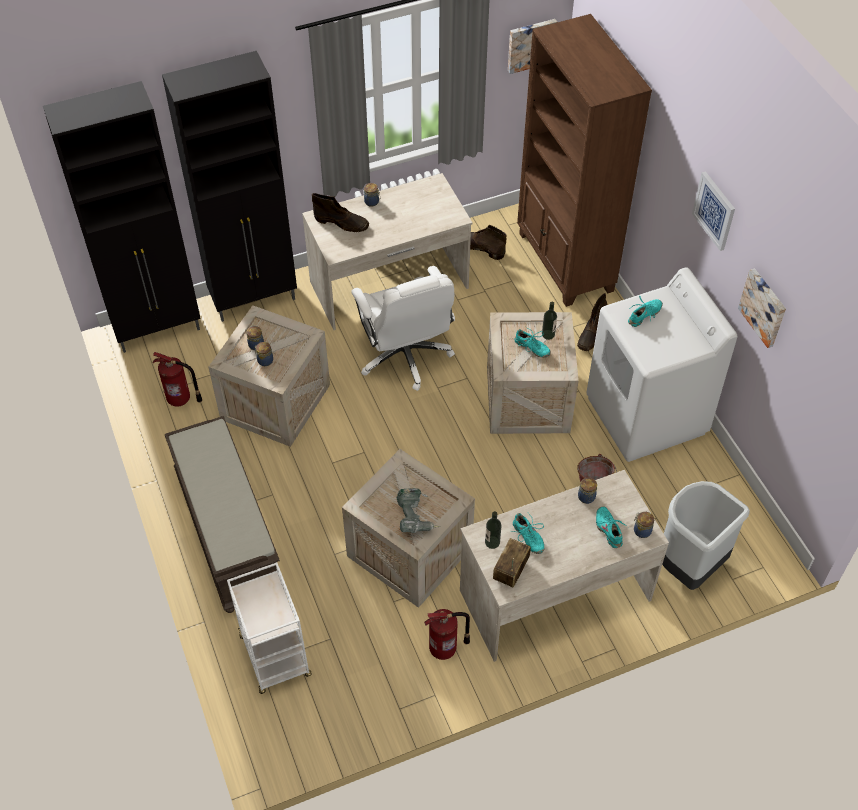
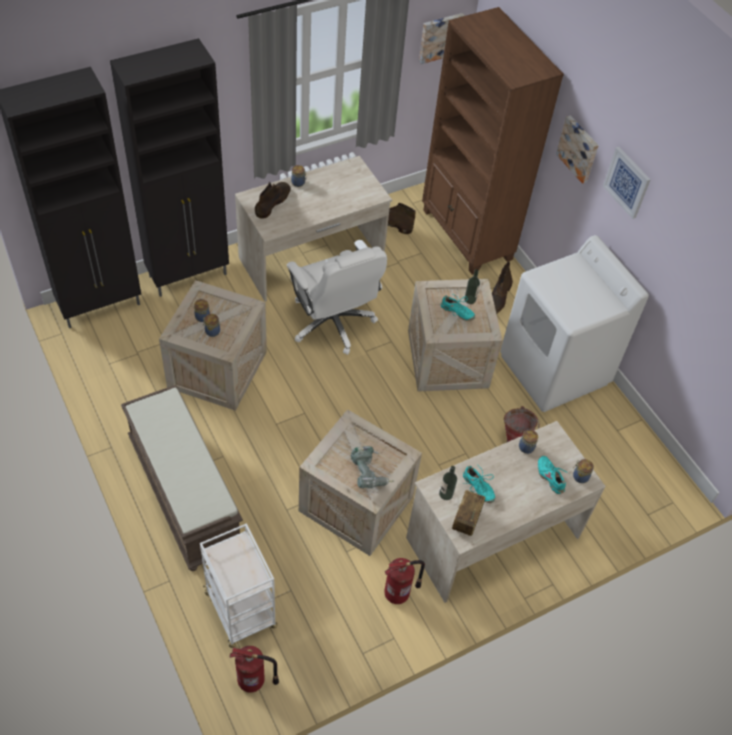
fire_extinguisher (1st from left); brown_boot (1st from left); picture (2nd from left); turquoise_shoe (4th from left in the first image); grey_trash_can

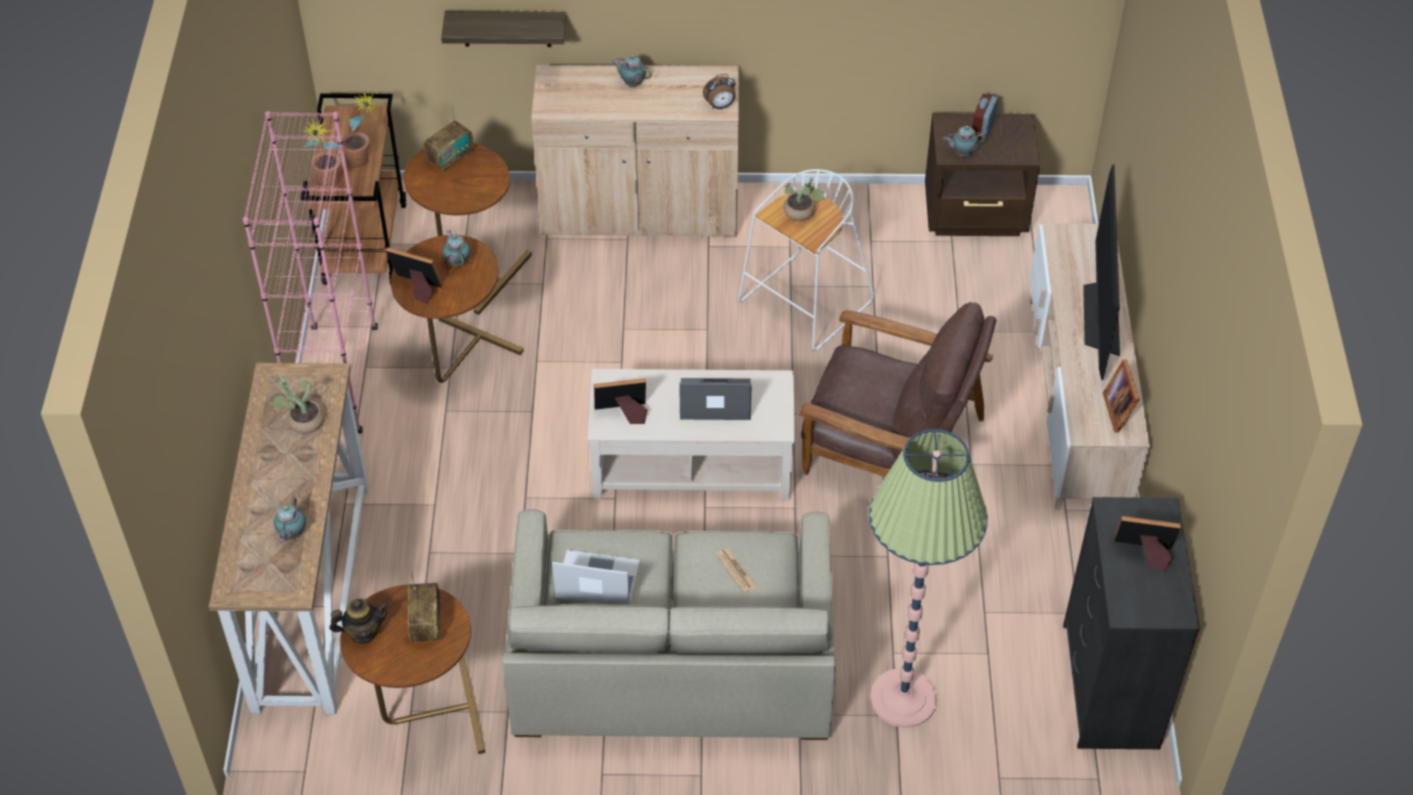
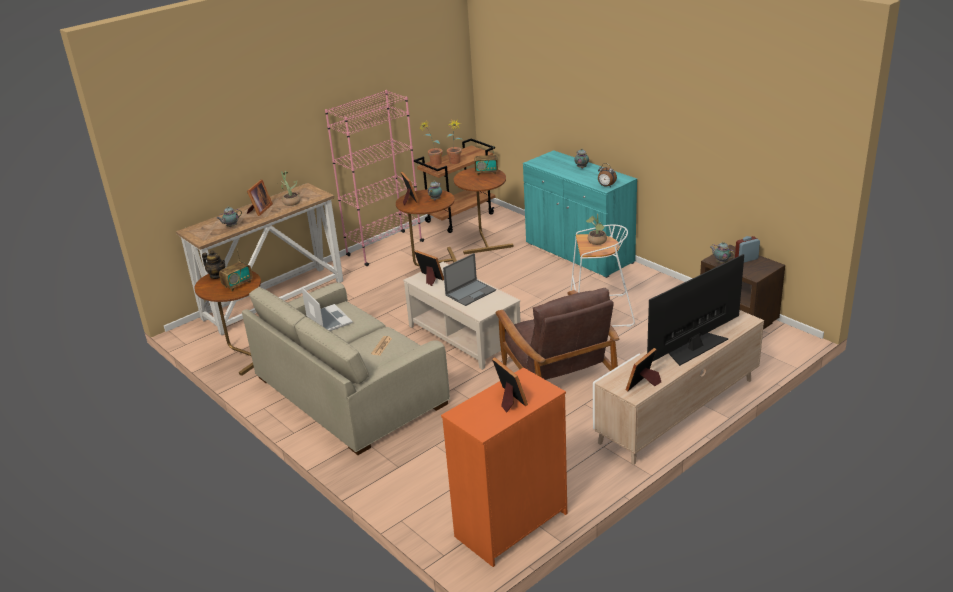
picture_frame (1st from left); orange_dresser; laptop (2nd from left); turquoise_cabinet; shelf; floor_lamp

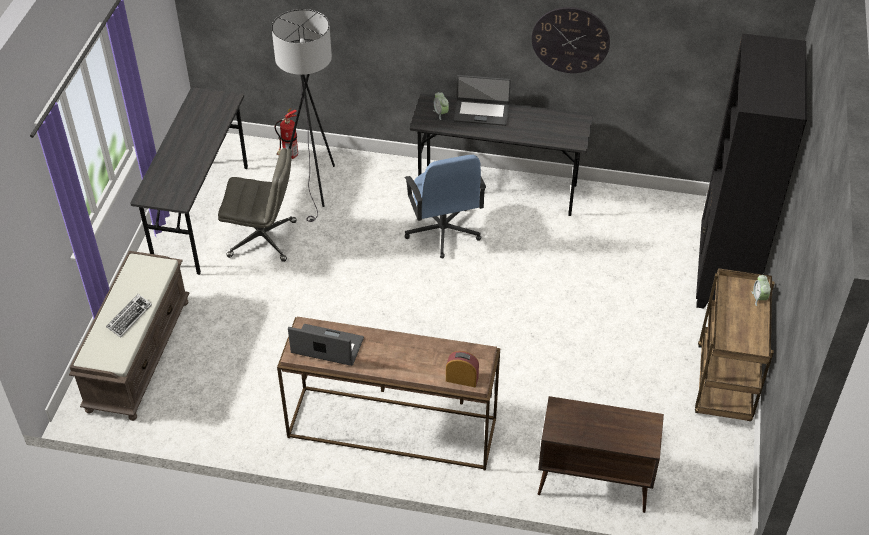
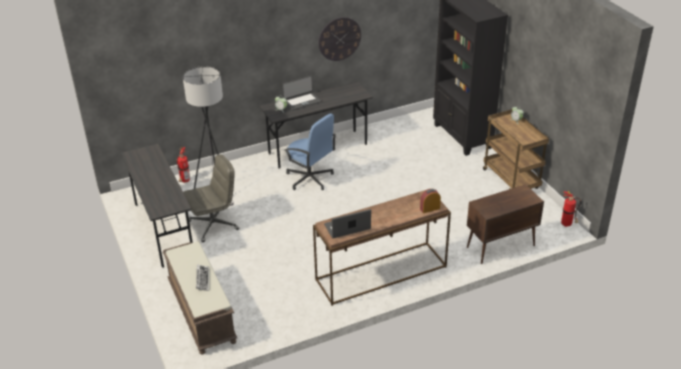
fire_extinguisher (2nd from left)

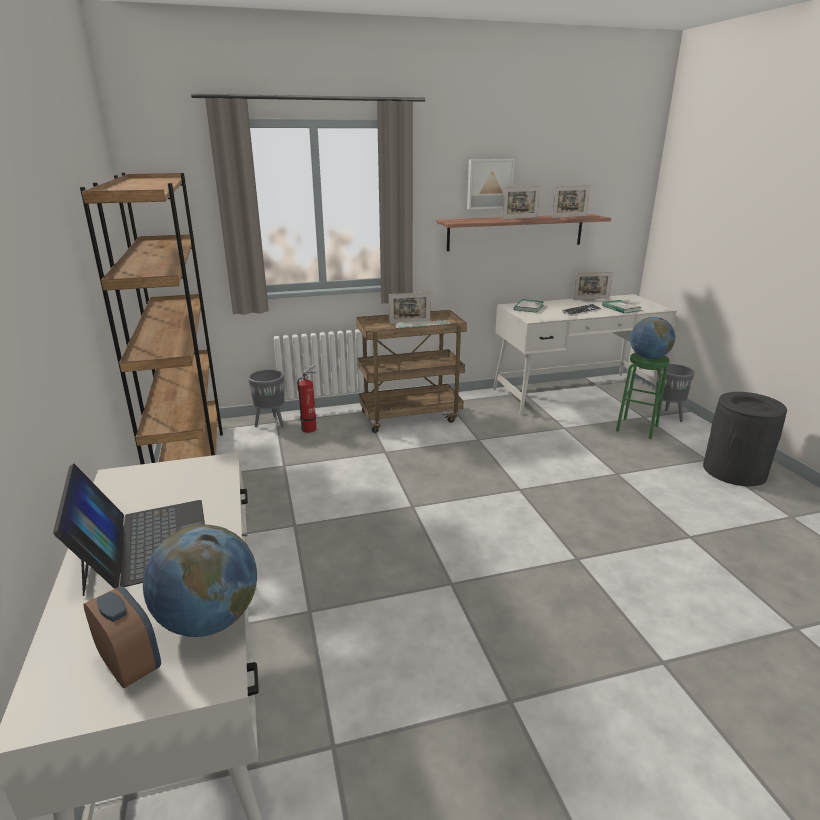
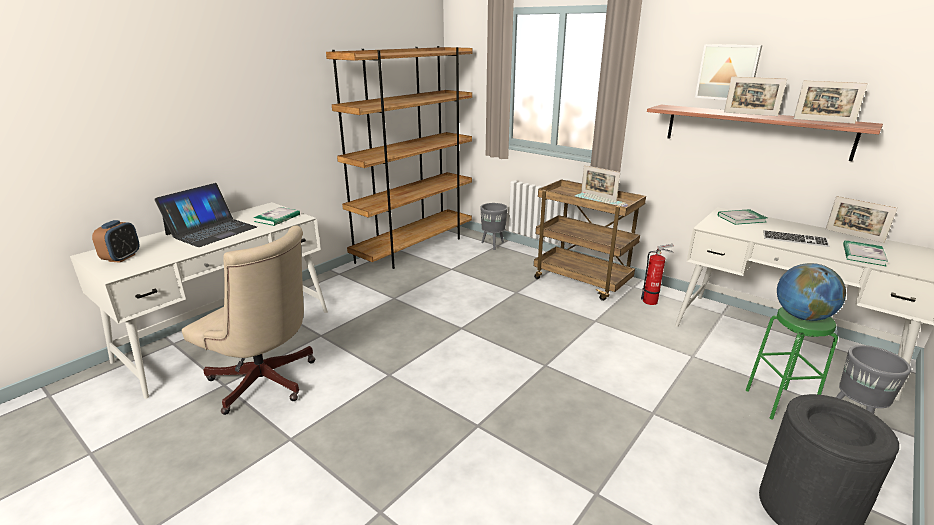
beige_office_chair; book (1st from left); fire_extinguisher; globe (1st from left in the first image)

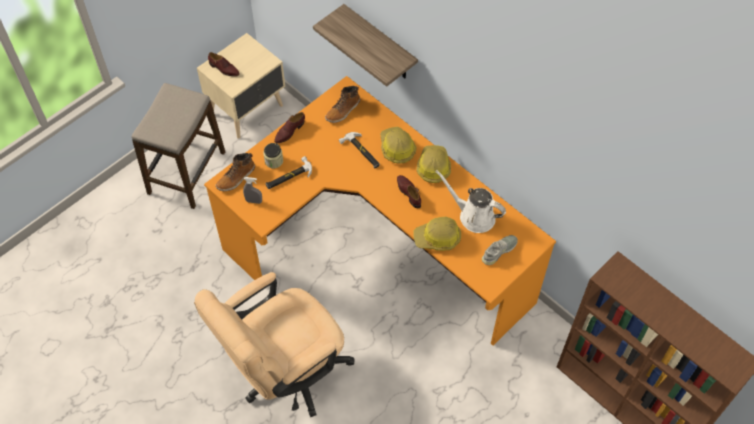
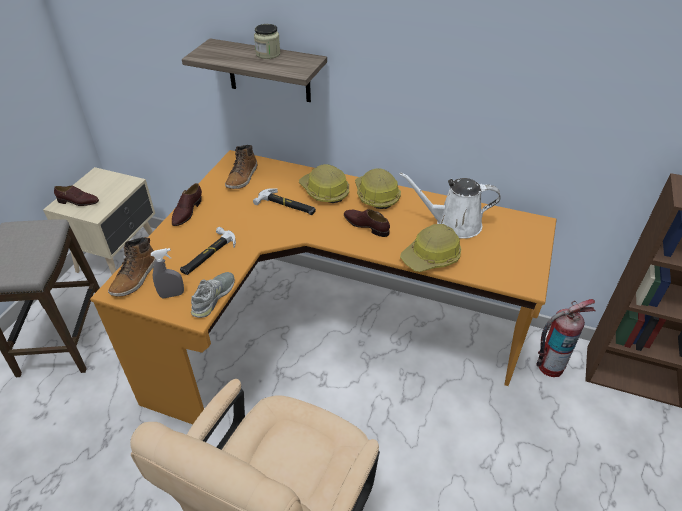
grey_shoe; jar; fire_extinguisher

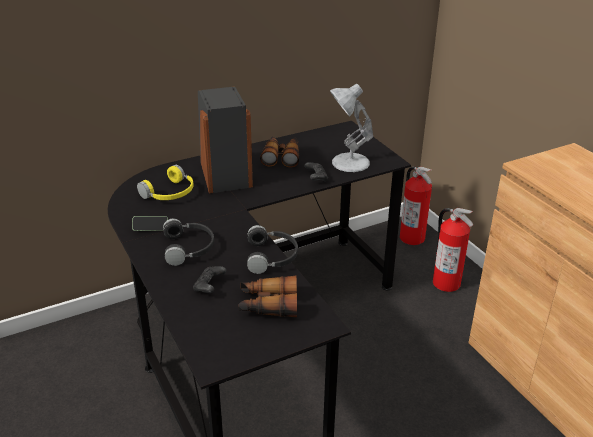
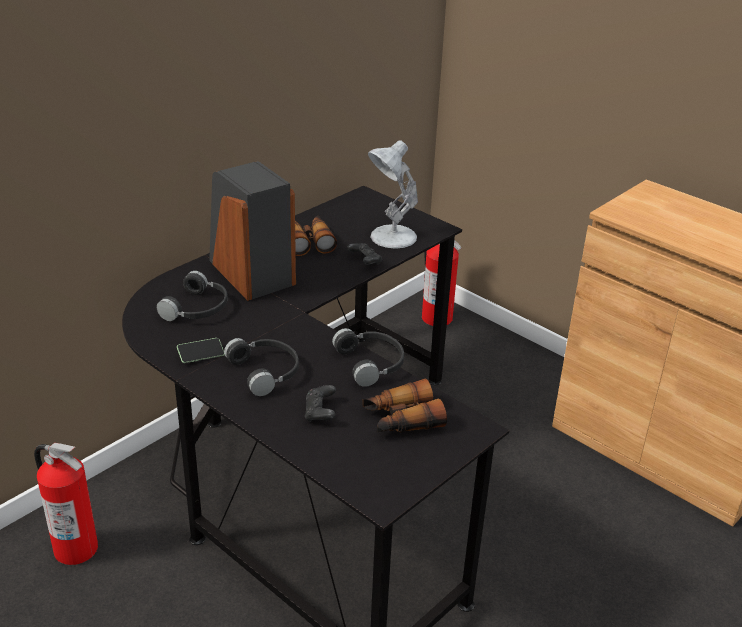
fire_extinguisher (1st from left); black_headphones (1st from left)

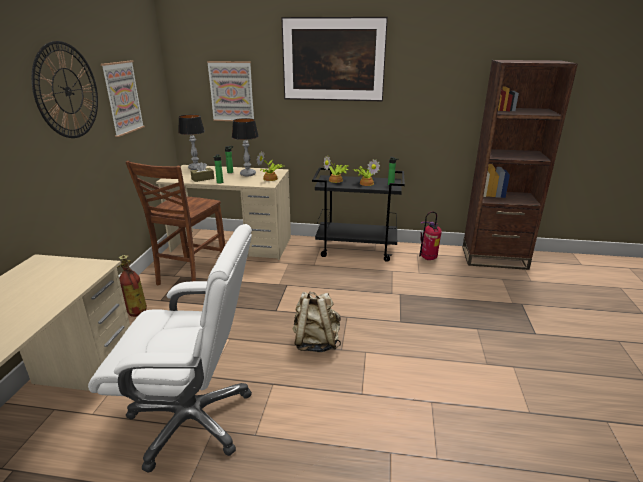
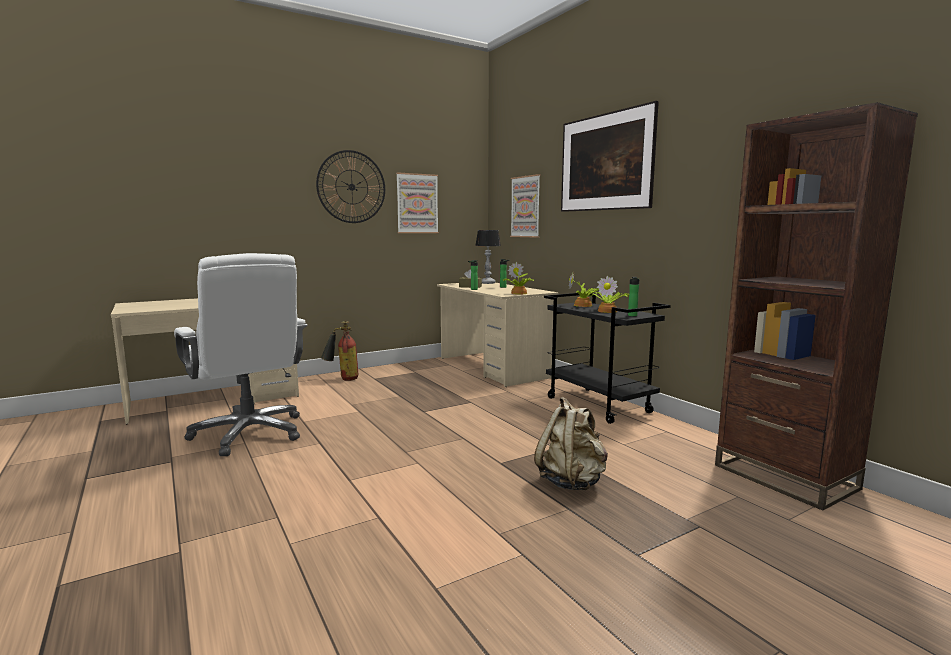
beige_backpack; brown_chair; table_lamp (2nd from left in the first image); fire_extinguisher (2nd from left in the first image)

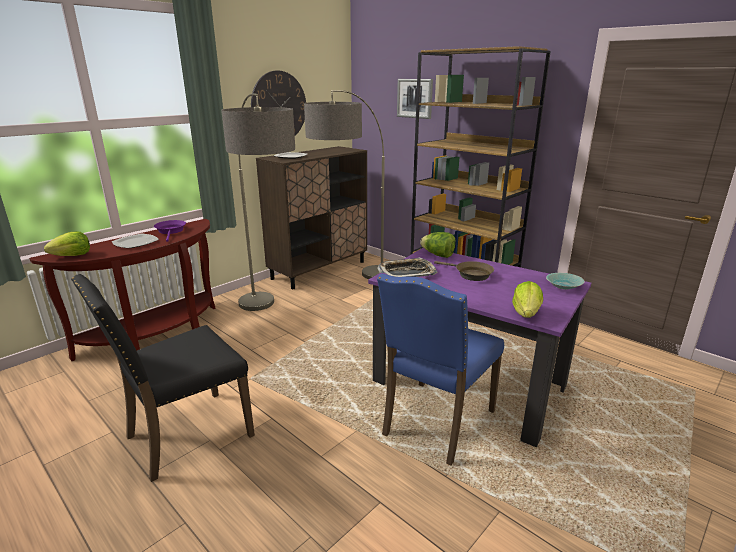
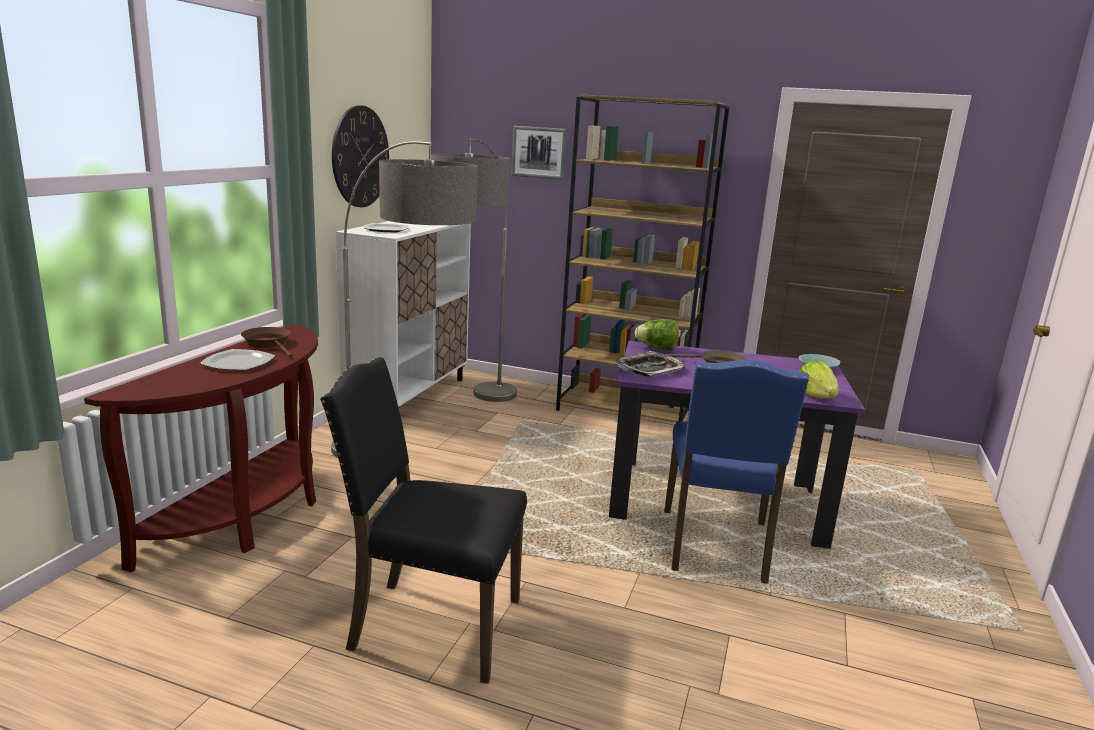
brown_frying_pan (1st from left); black_chair; white_cabinet; lettuce (1st from left in the first image)

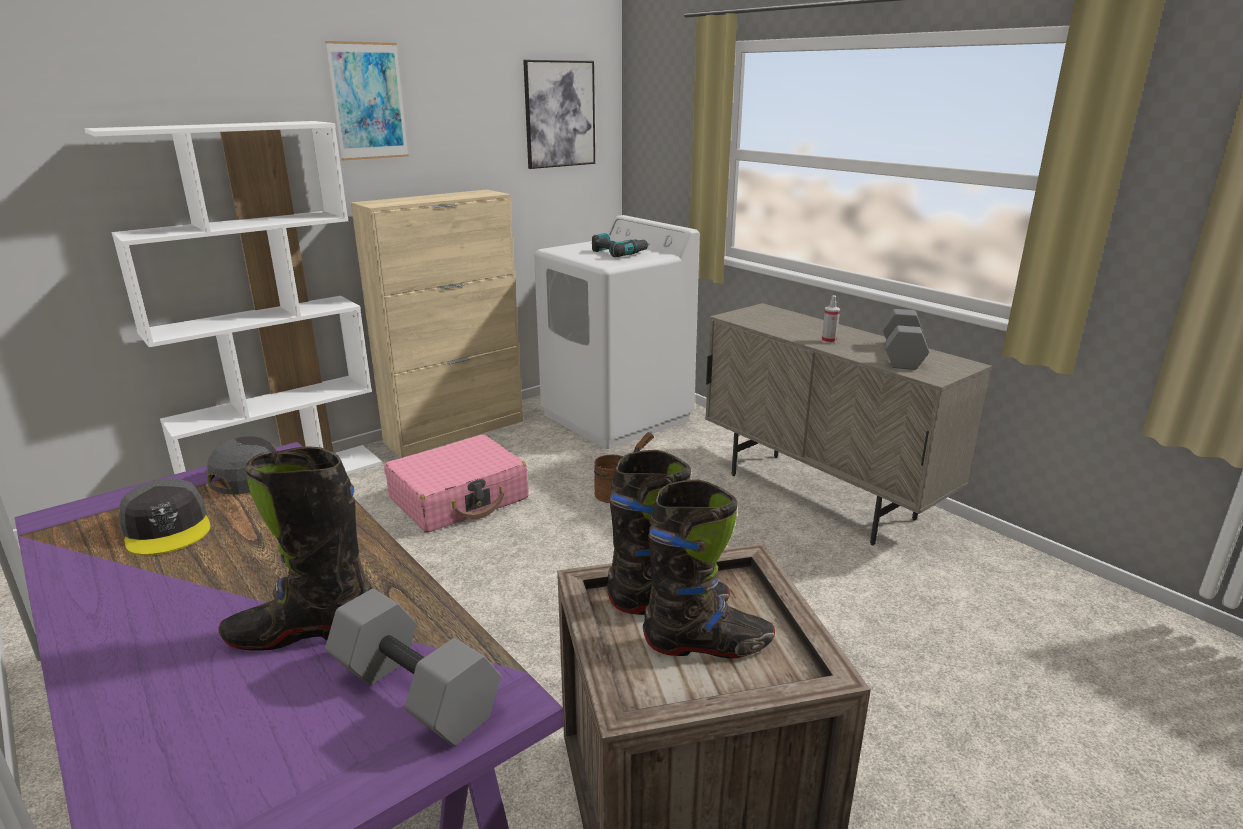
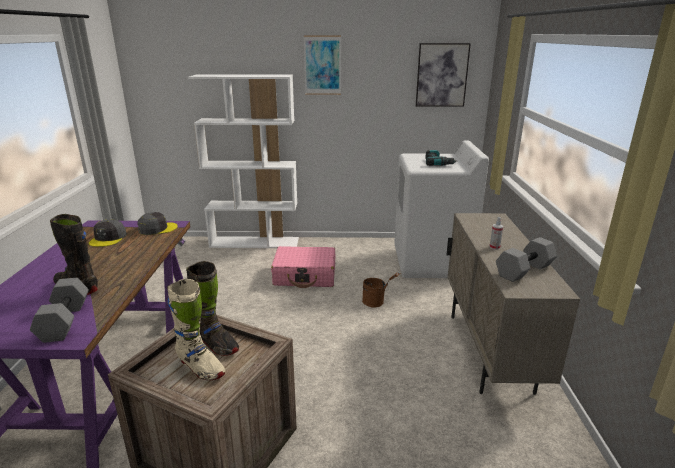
beige_boot; beige_cabinet (1st from left in the first image)

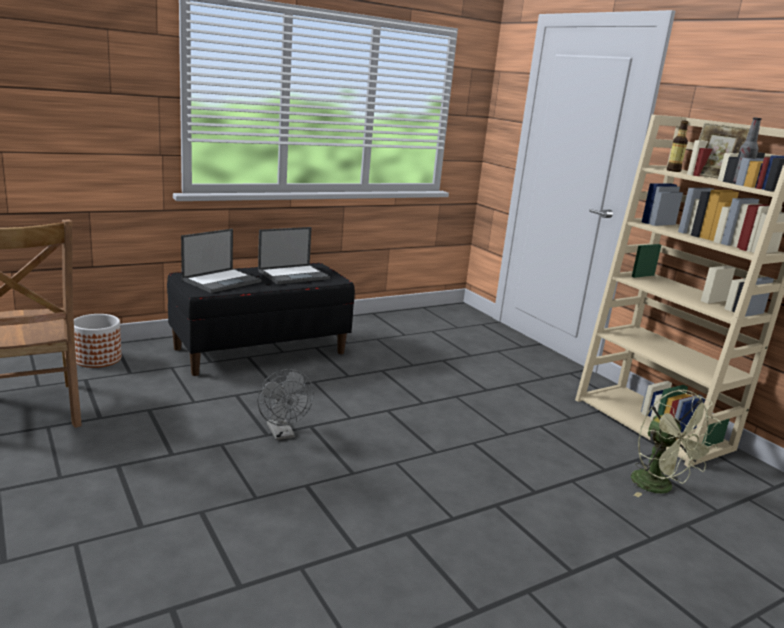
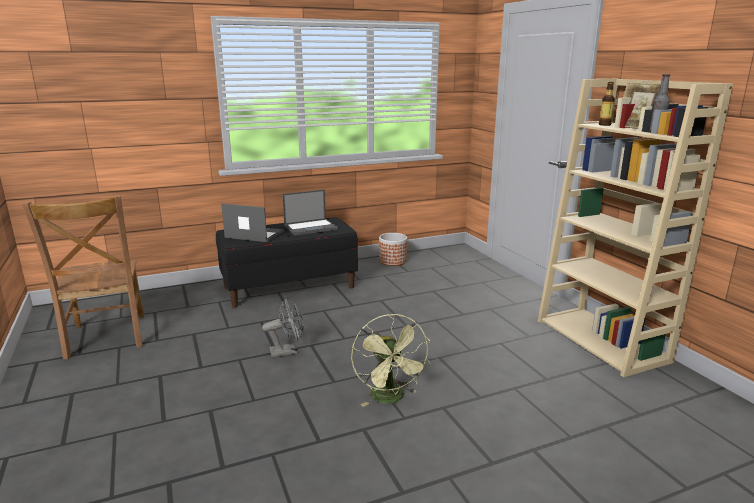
laptop (1st from left); grey_fan; green_fan; planter

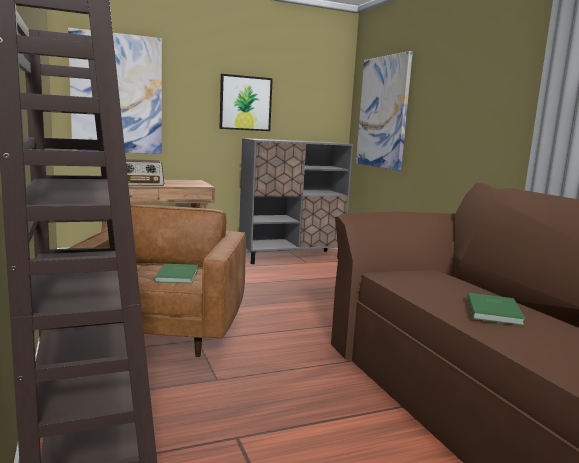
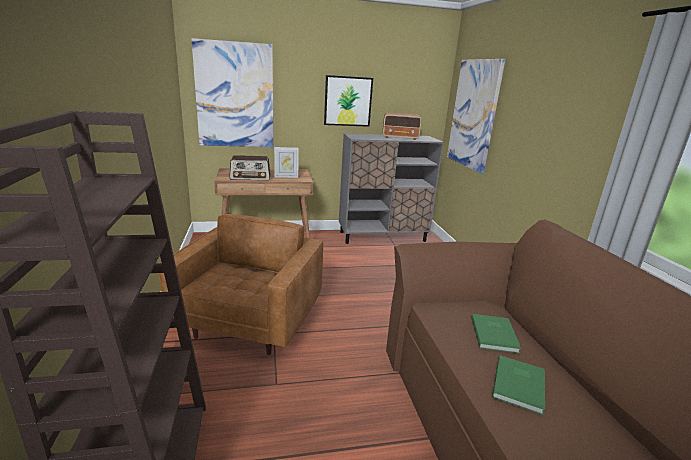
picture_frame; radio (2nd from left); green_book (1st from left)

